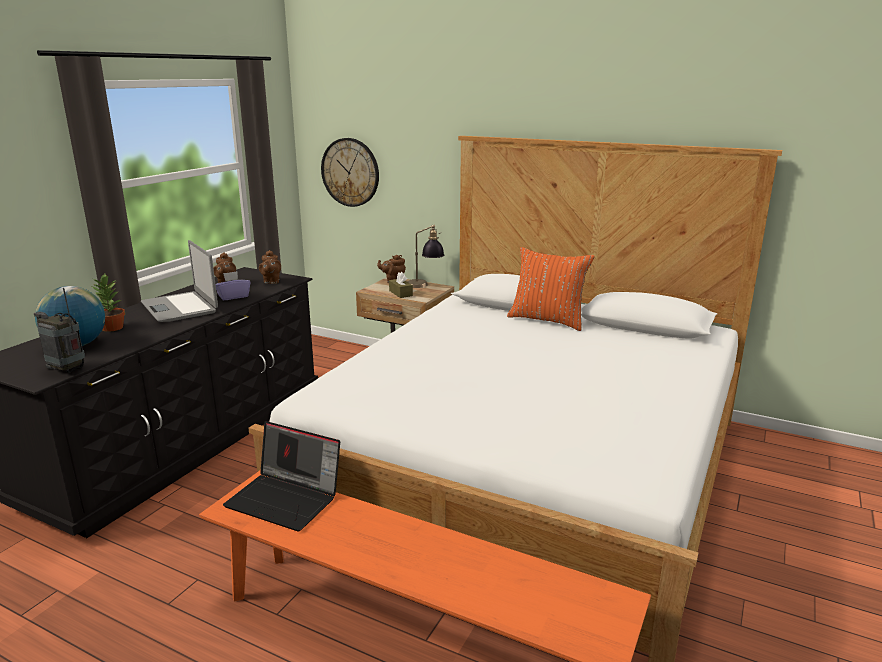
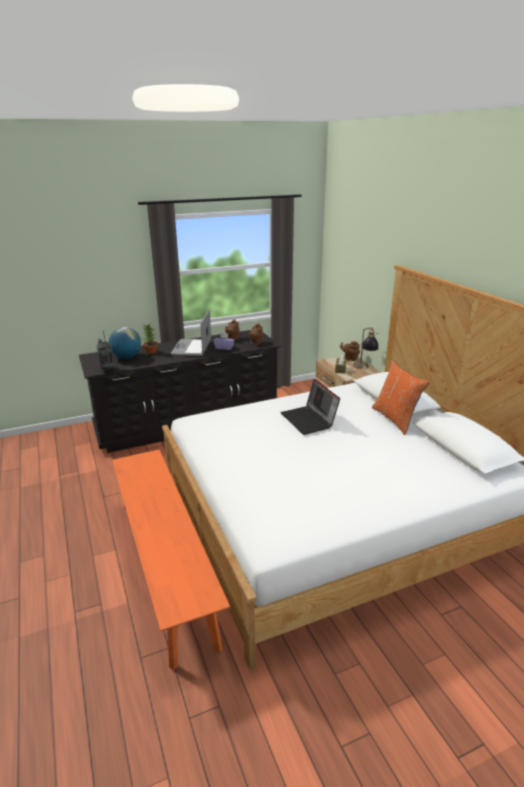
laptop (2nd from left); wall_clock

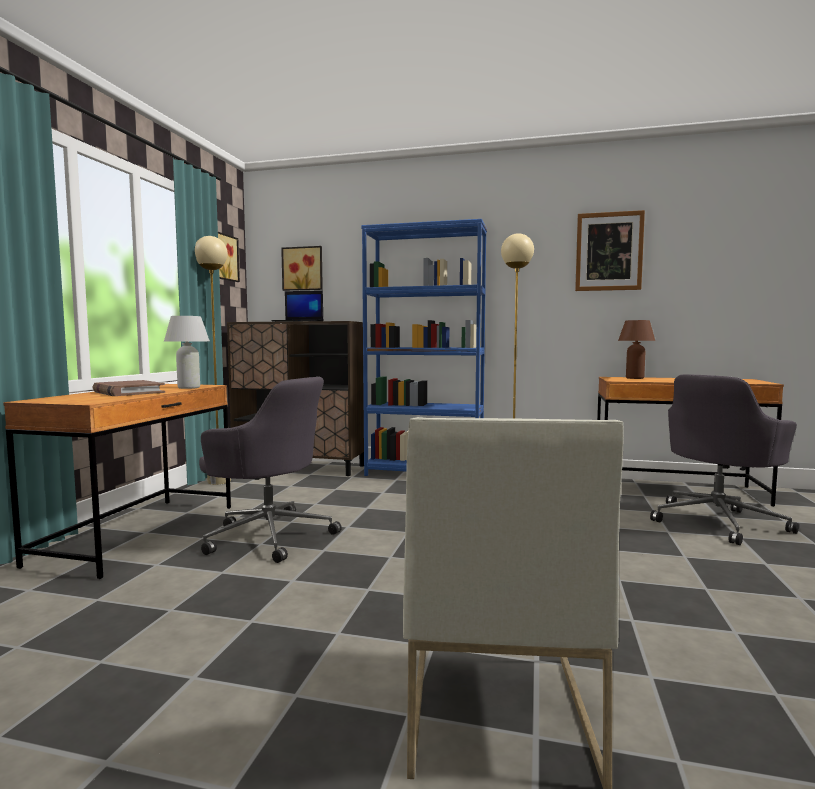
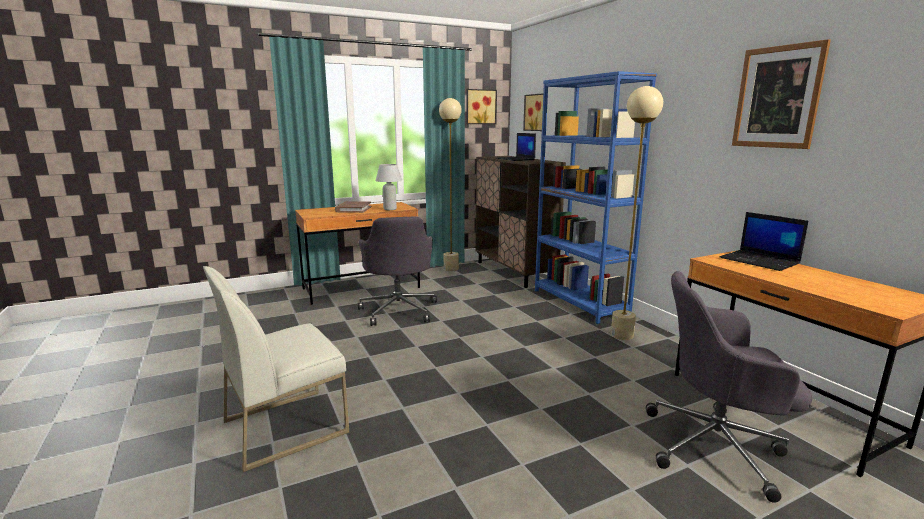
laptop (2nd from left)

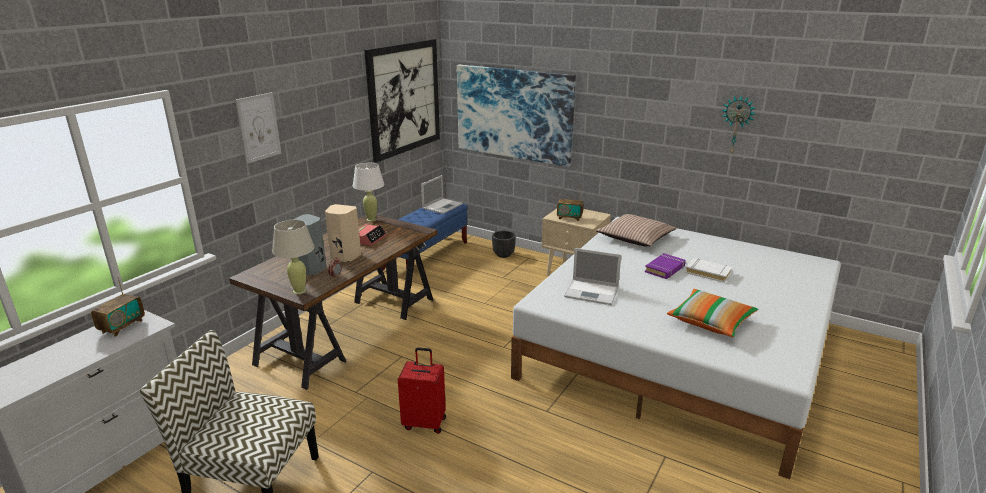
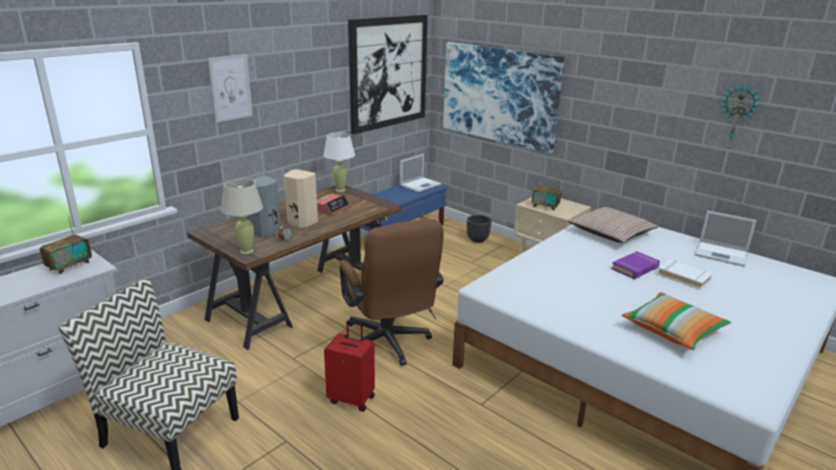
brown_office_chair; laptop (2nd from left)

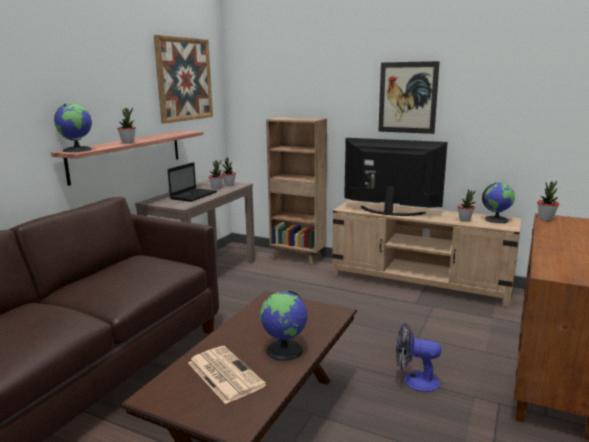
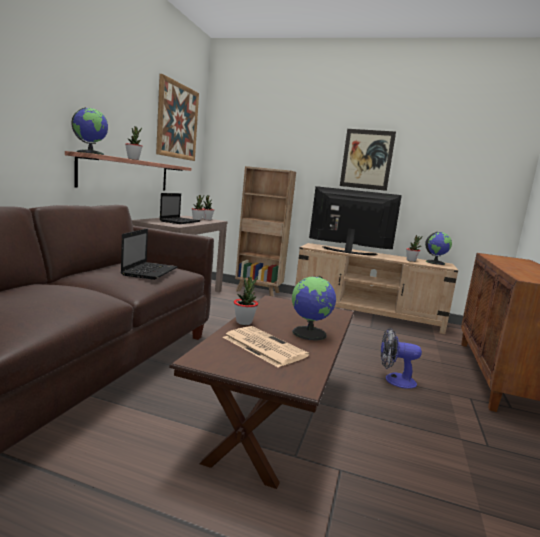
laptop (1st from left); potted_plant (4th from left)

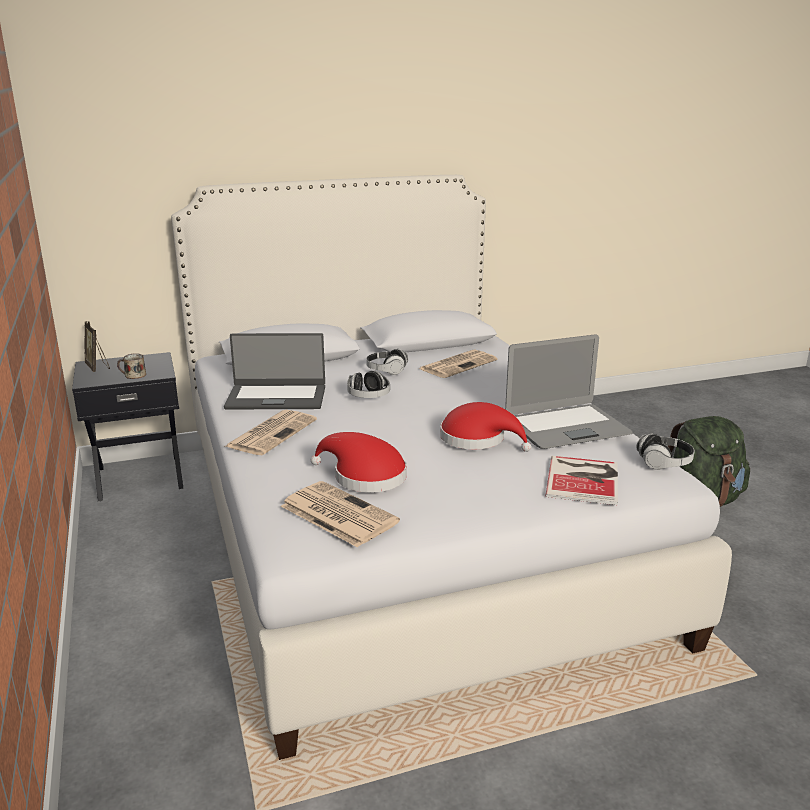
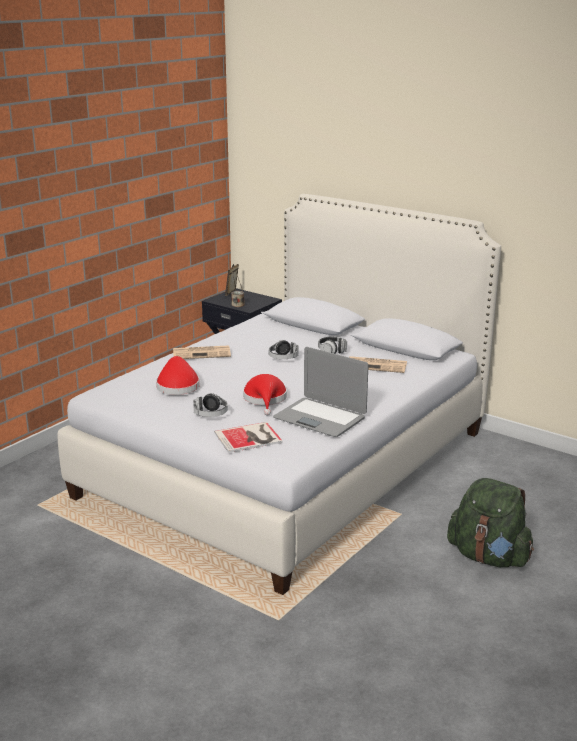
headphones (1st from left); laptop (1st from left in the first image); newspaper (2nd from left in the first image)

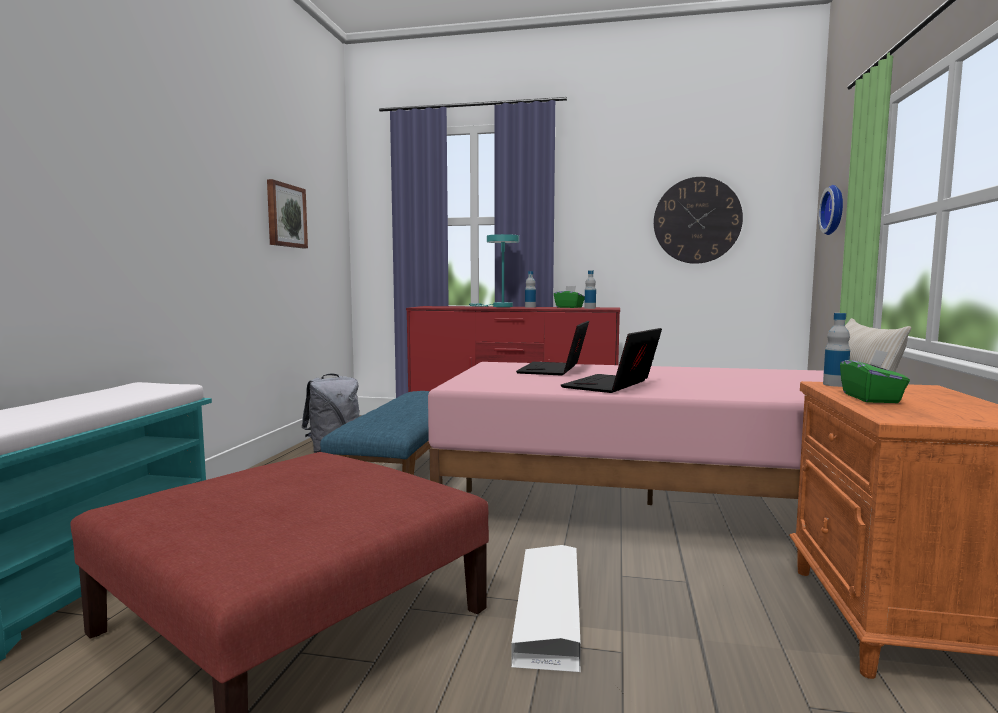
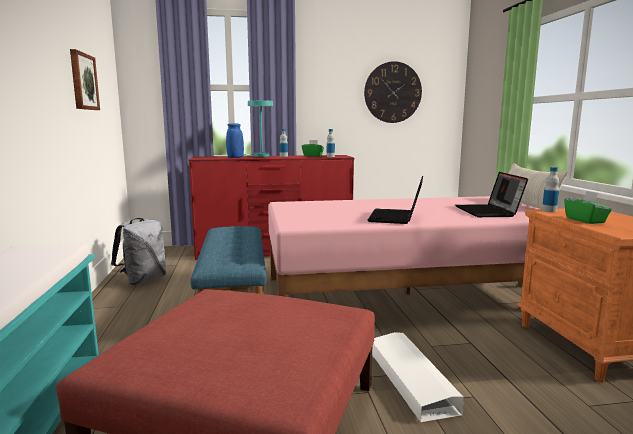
blue_vase; laptop (2nd from left); wall_clock (2nd from left in the first image)

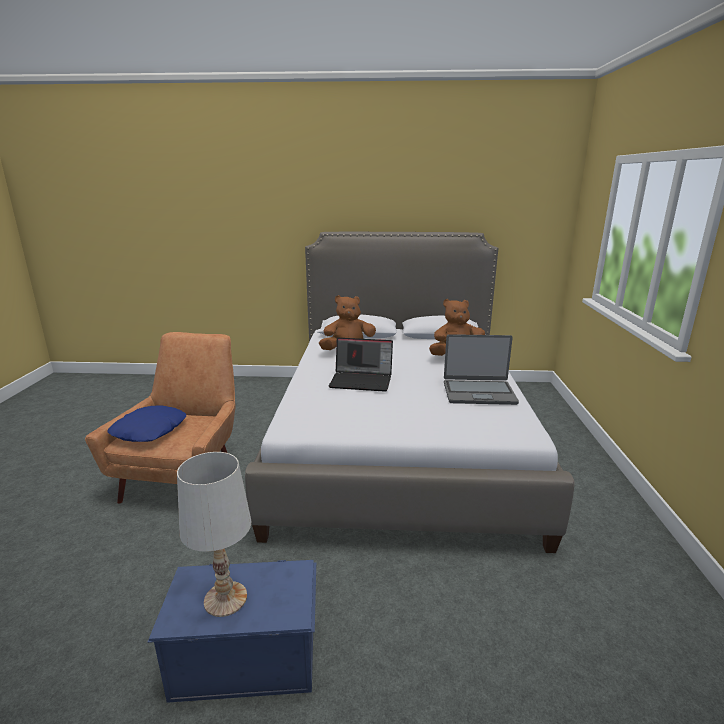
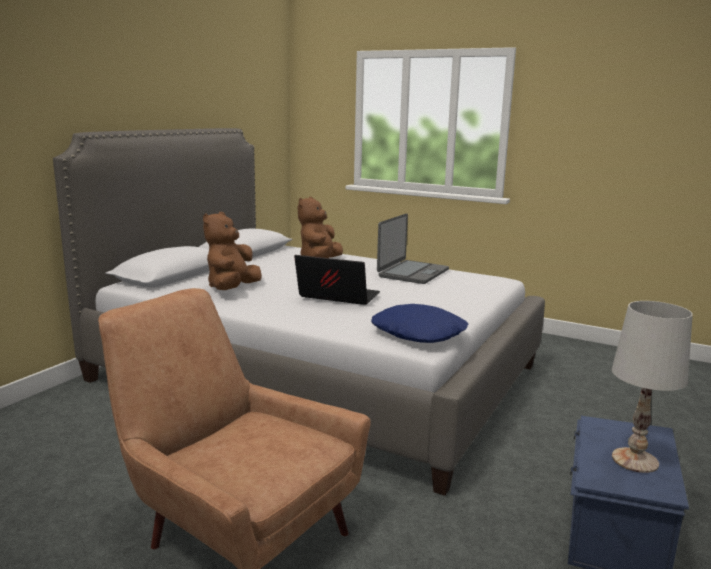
laptop (1st from left); blue_pillow

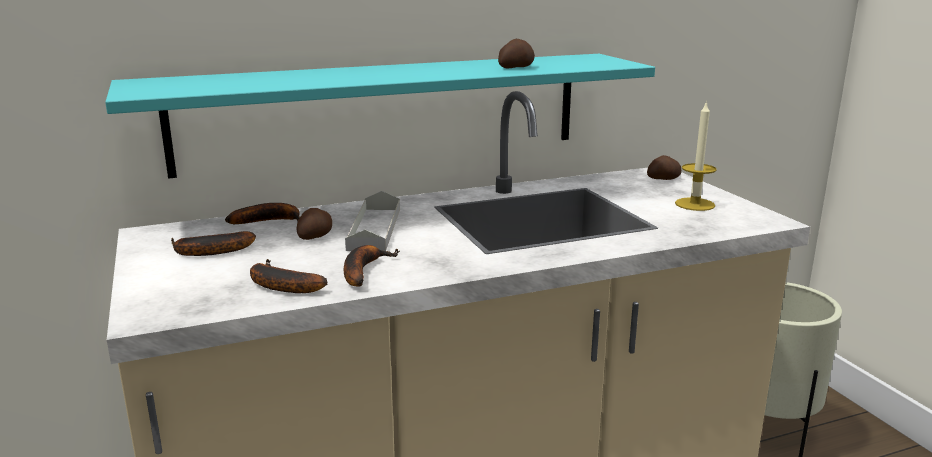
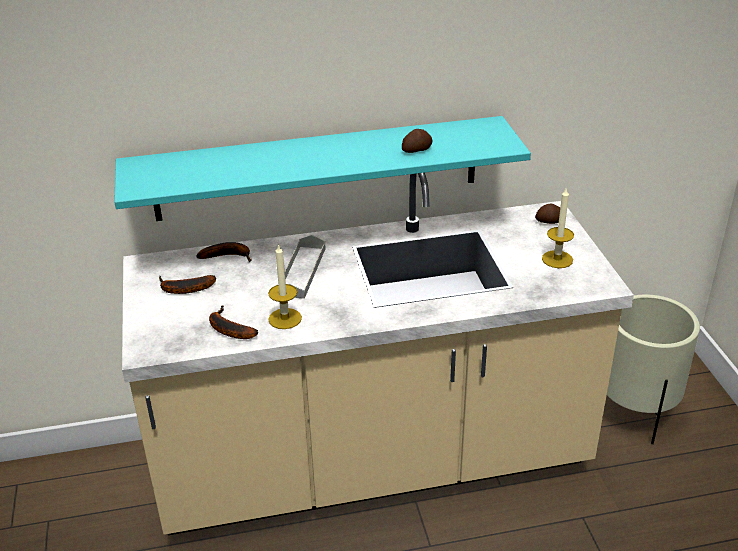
candle (1st from left); potato (1st from left in the first image)

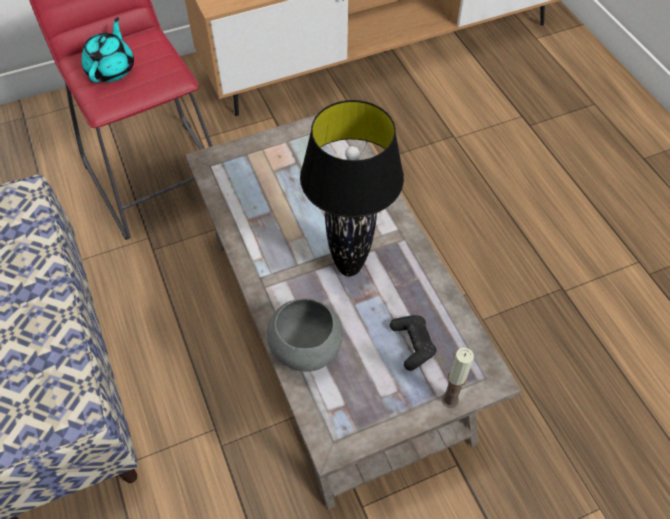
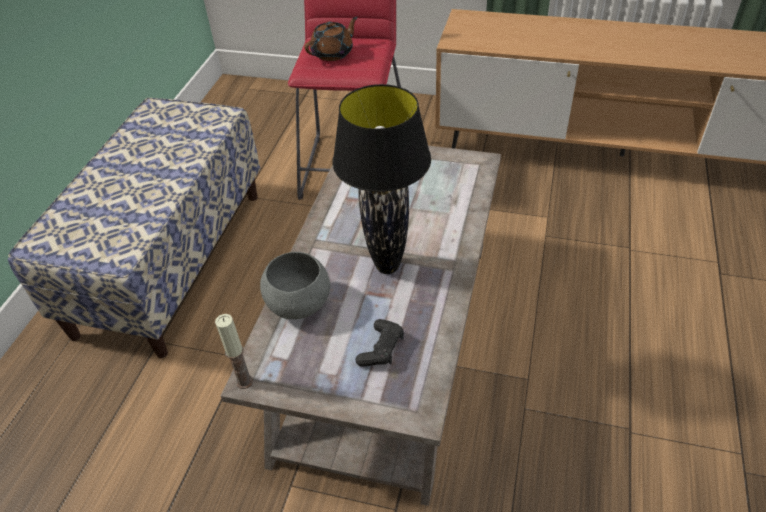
candle; brown_teapot

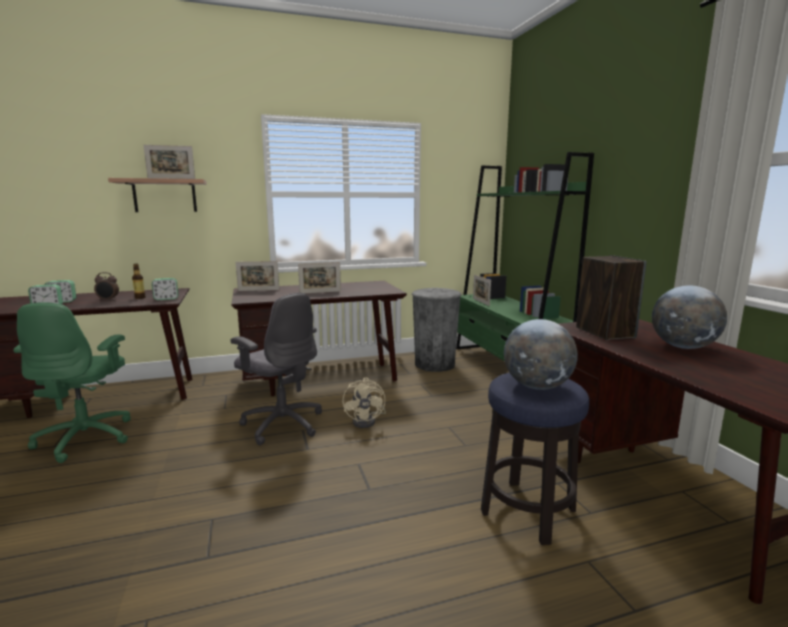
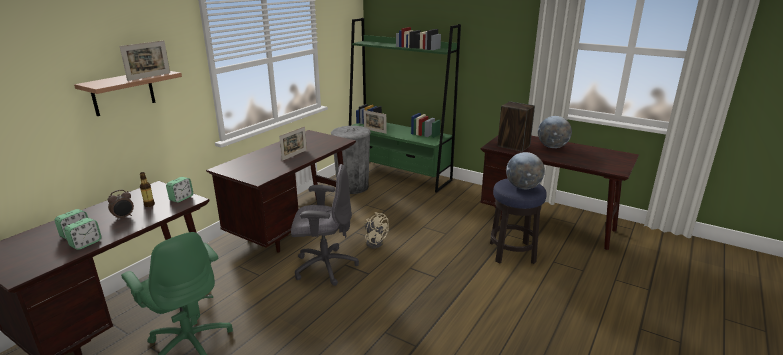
picture_frame (2nd from left in the first image)

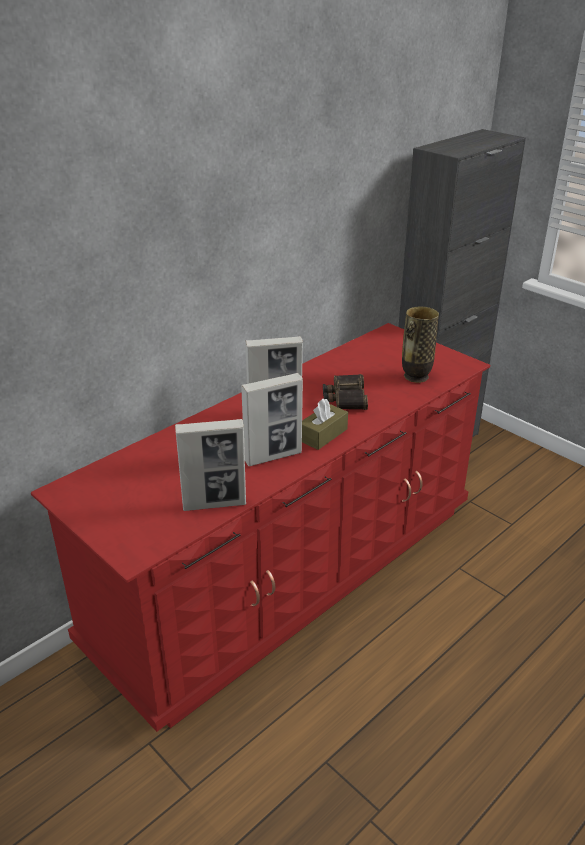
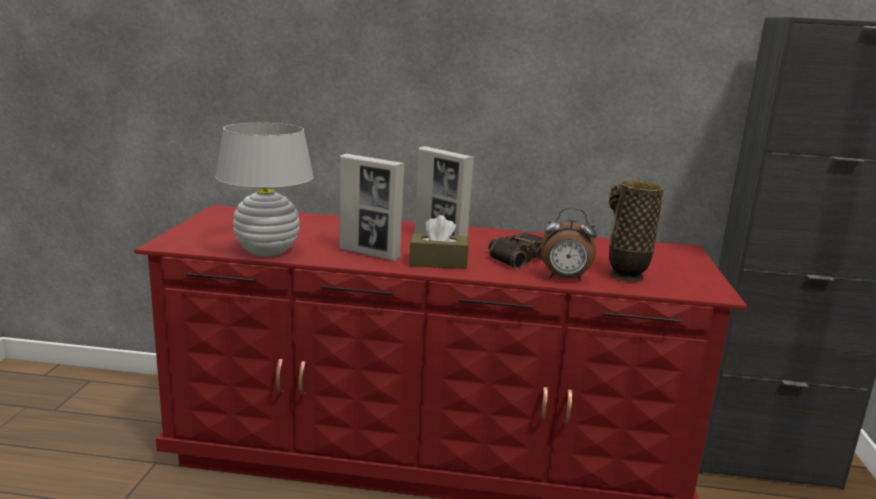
white_table_lamp; alarm_clock

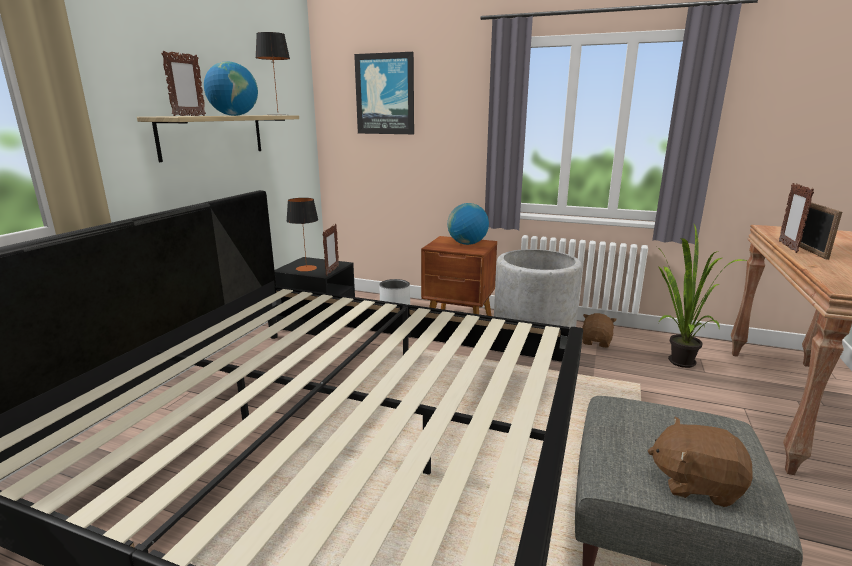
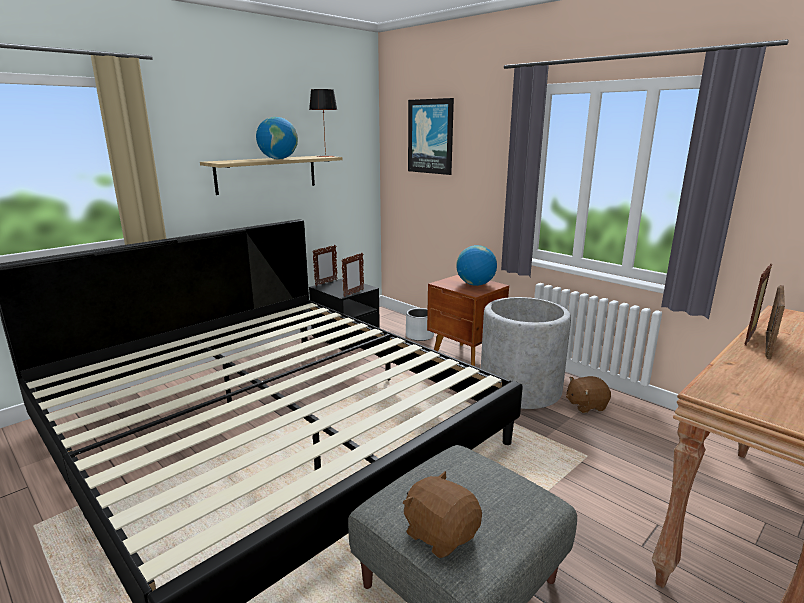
picture_frame (1st from left); brown_plush_toy (2nd from left); table_lamp (2nd from left in the first image); potted_plant

